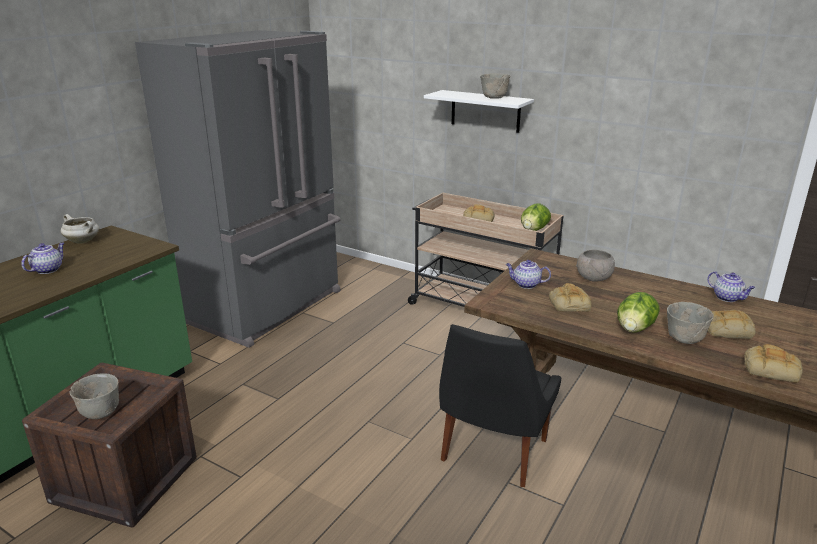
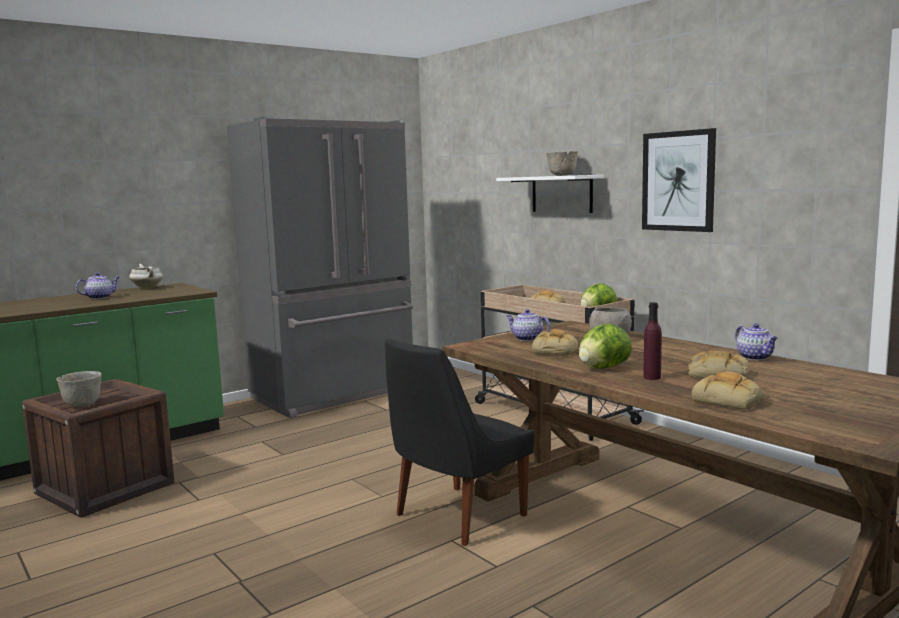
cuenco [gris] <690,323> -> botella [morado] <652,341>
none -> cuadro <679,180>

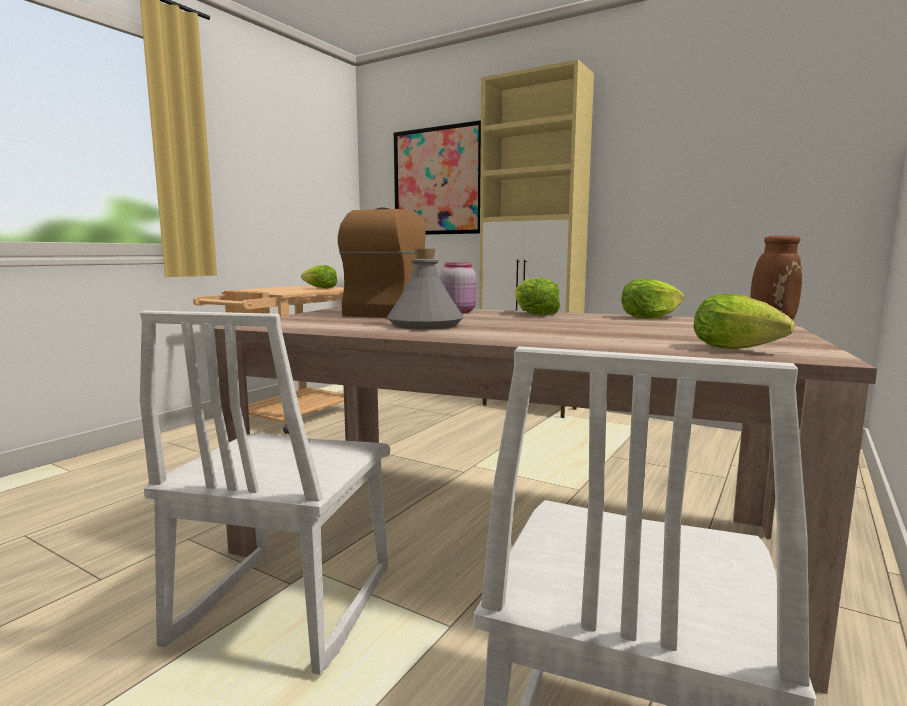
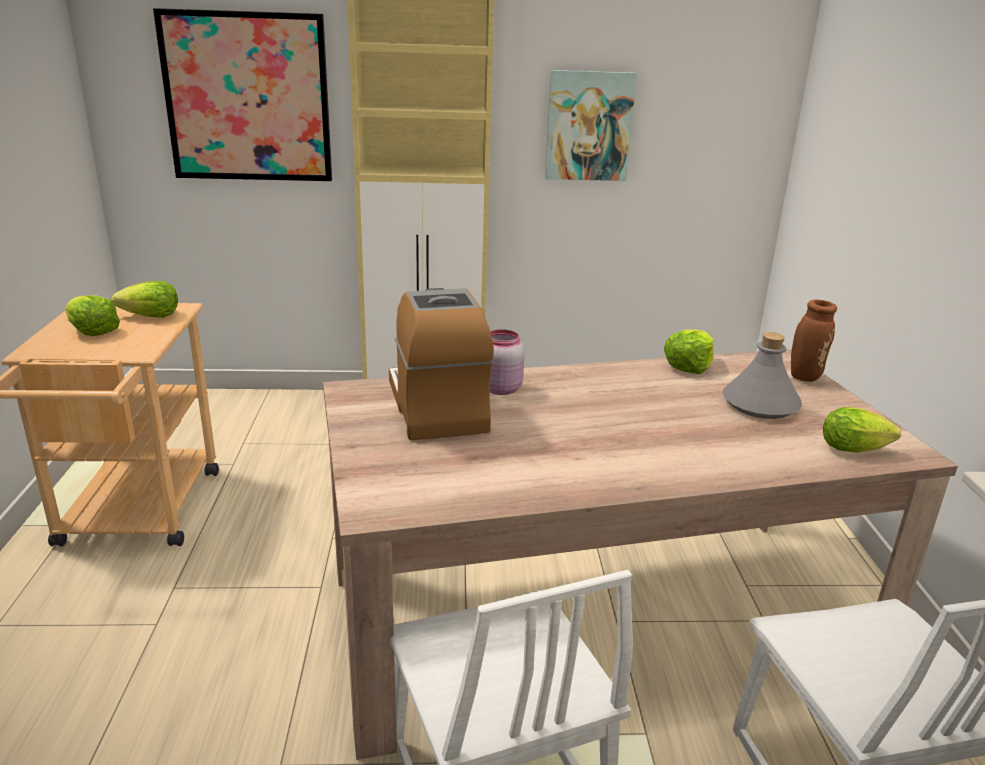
botella [gris] <425,289> -> botella [gris] <762,375>, shifted
lechuga <537,296> -> lechuga <92,315>, shifted
none -> cuadro <591,125>

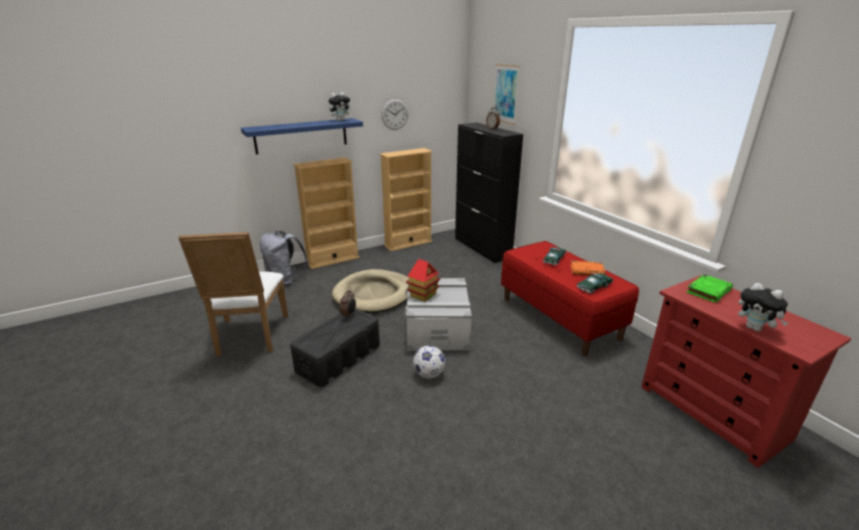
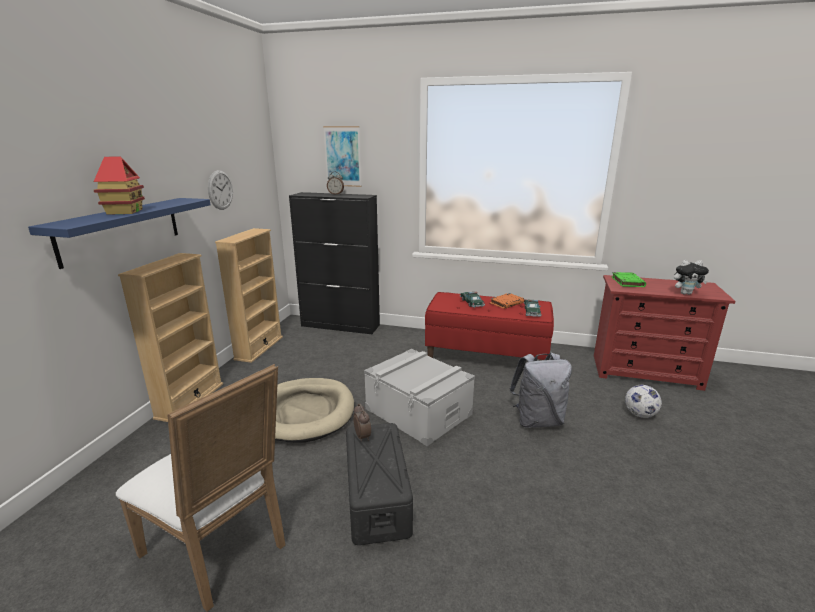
peluche <340,106> -> none
mochila [gris] <284,258> -> mochila [gris] <540,390>, shifted
casita <423,280> -> casita <119,186>, shifted
balón de fútbol <429,361> -> balón de fútbol <643,401>, shifted

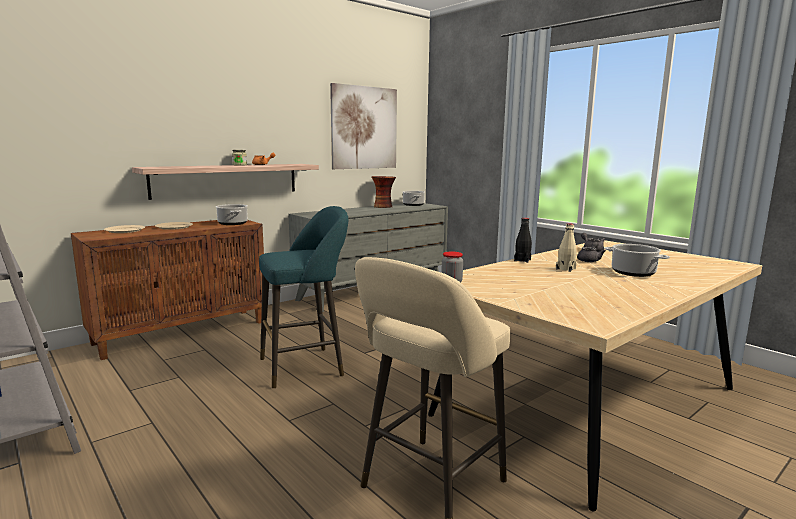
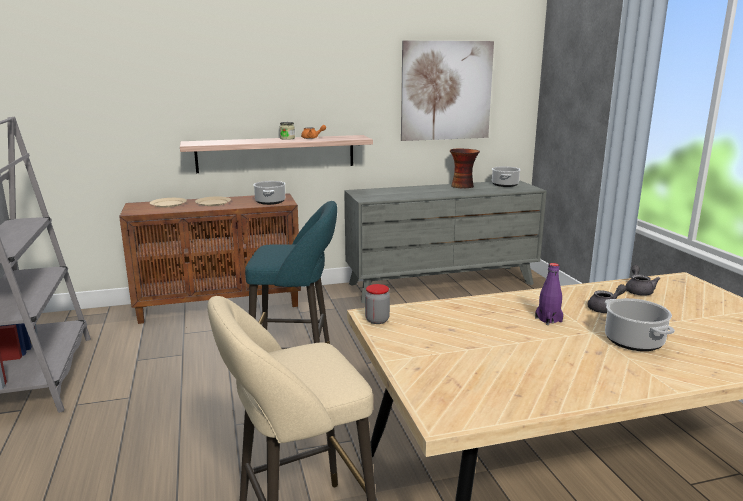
botella [negro] <523,240> -> none
botella [beis] <566,247> -> botella [morado] <549,294>

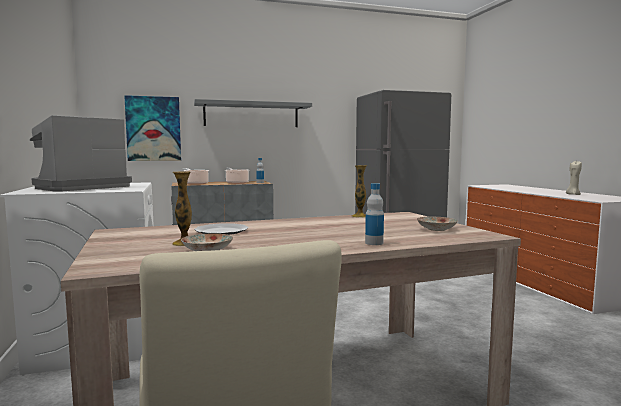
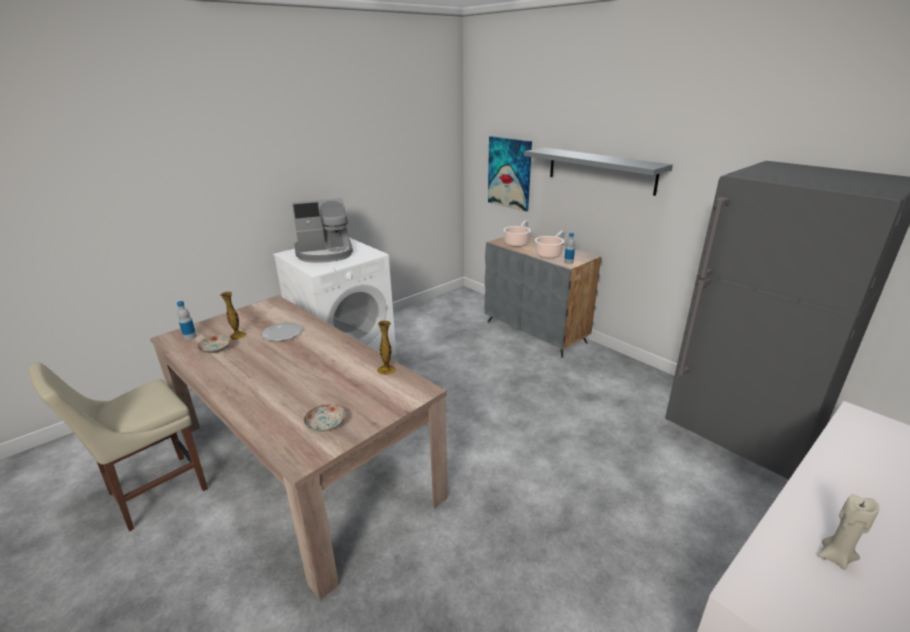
cafetera <81,153> -> cafetera <322,230>, 150 degrees clockwise
botella <374,214> -> botella <187,320>, shifted

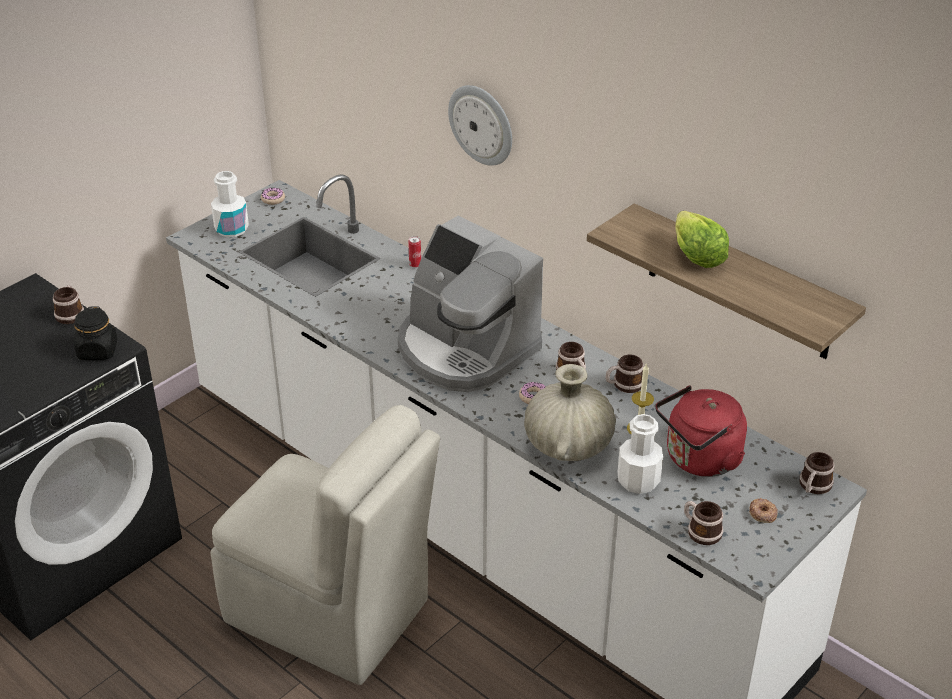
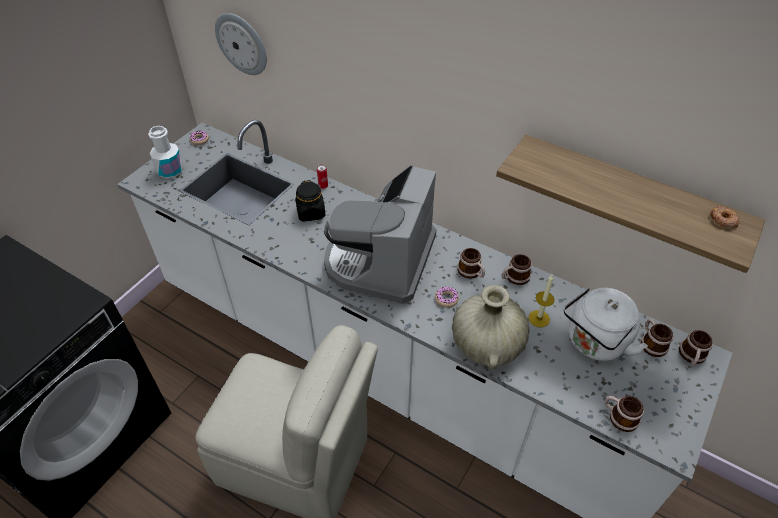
reloj de pared <480,125> -> reloj de pared <241,44>, shifted
lechuga <702,239> -> none
cafetera <470,303> -> cafetera <380,234>, 75 degrees clockwise
taza grande <68,304> -> taza grande <657,338>, shifted
tarro [negro] <95,333> -> tarro [negro] <310,200>, shifted
hervidor [rojo] <701,431> -> hervidor [blanco] <606,324>
botella [blanco] <640,454> -> none
rosquilla <763,510> -> rosquilla <724,217>, shifted

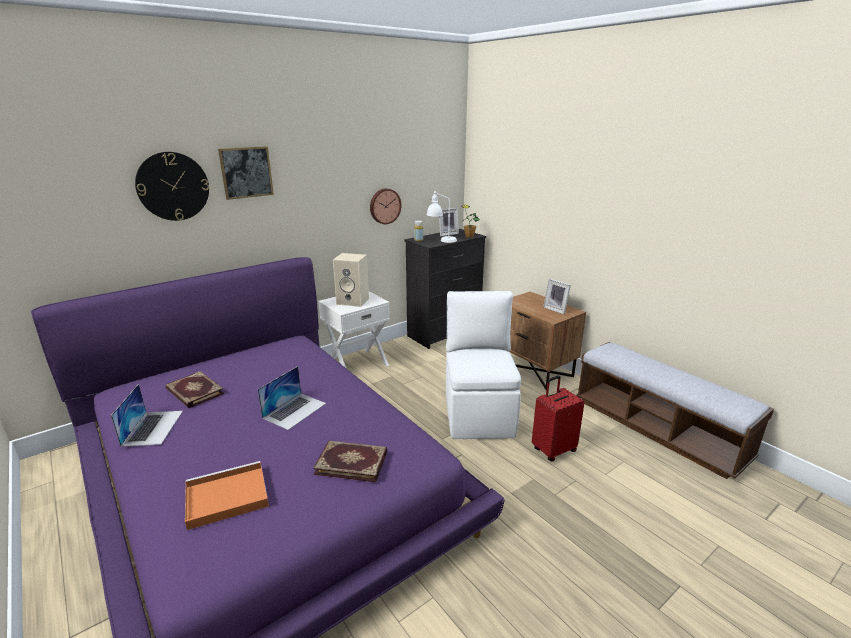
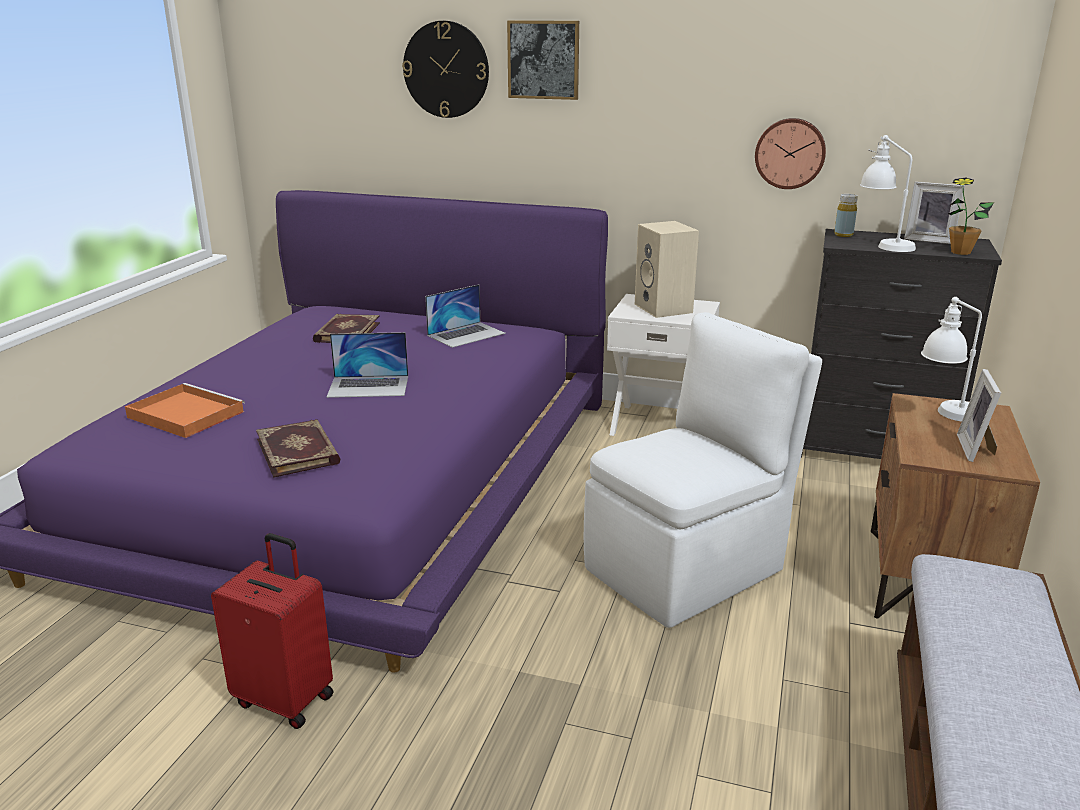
maleta [rojo] <558,419> -> maleta [rojo] <272,631>, shifted
portátil <147,415> -> portátil <465,316>, shifted
none -> lámpara de mesa [blanco] <951,359>

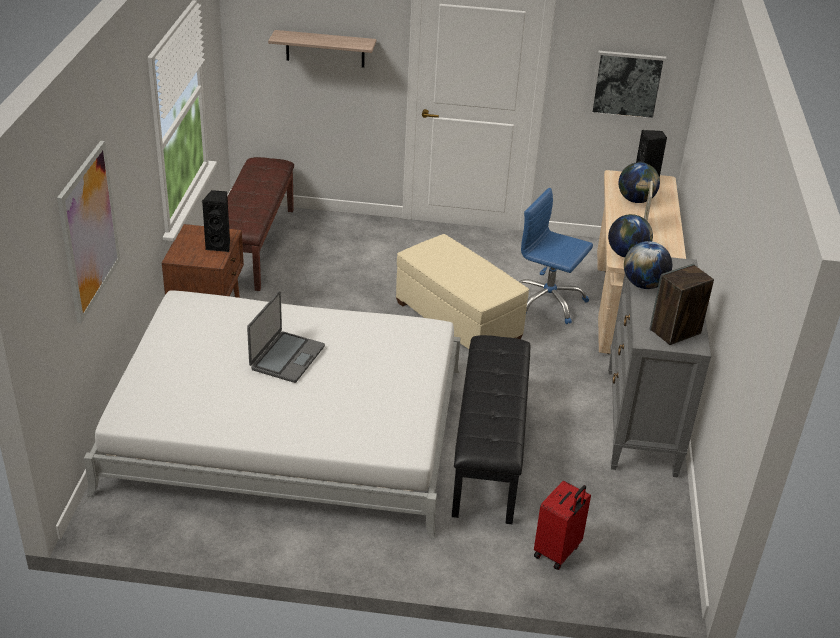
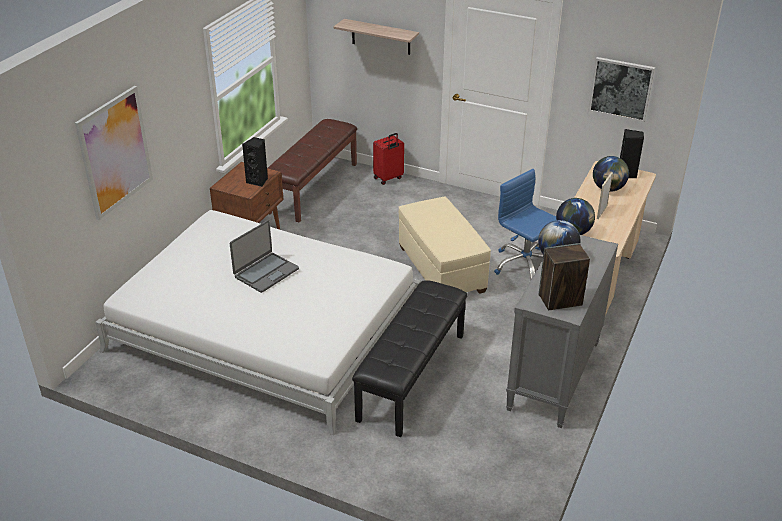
maleta [rojo] <562,525> -> maleta [rojo] <388,159>, shifted

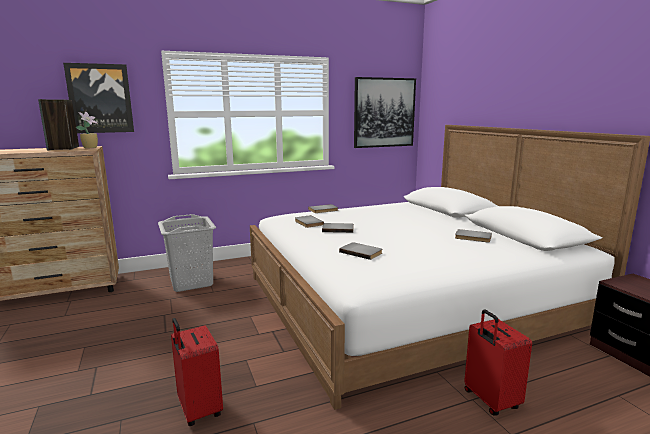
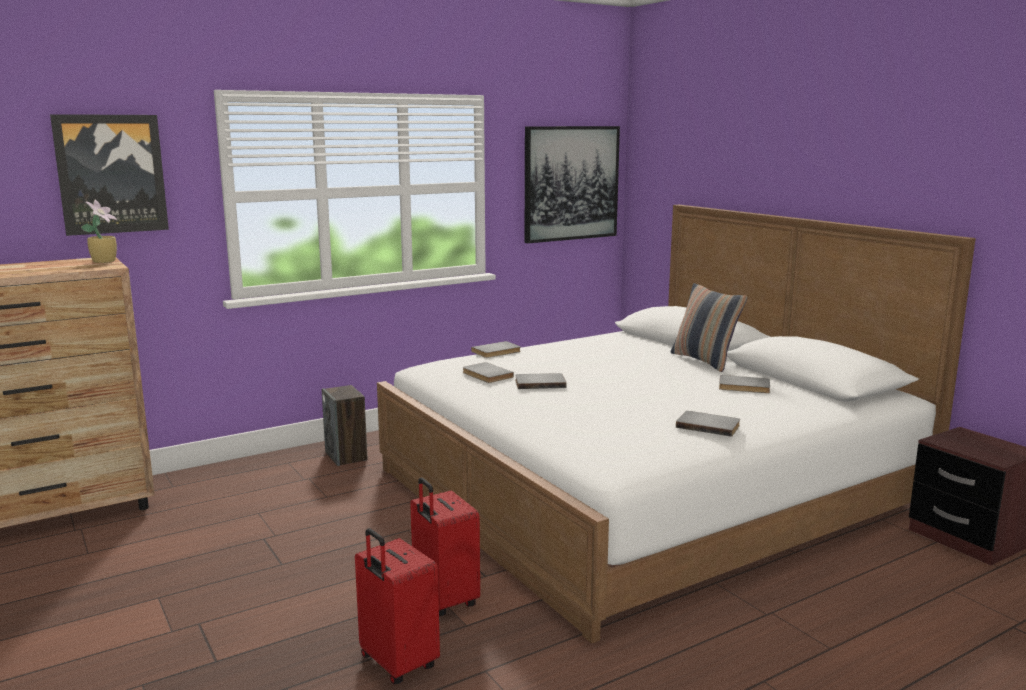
altavoz <58,124> -> altavoz <344,425>, shifted
cesto de la ropa [gris] <187,253> -> none
libro [gris] <360,251> -> libro [gris] <708,424>, shifted
maleta [rojo] <498,362> -> maleta [rojo] <445,547>, shifted
none -> cojín <709,327>

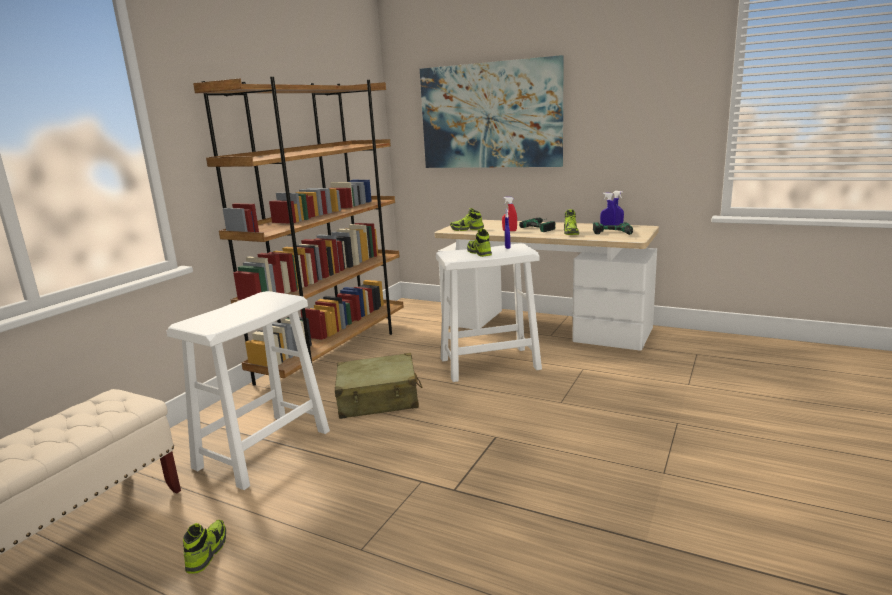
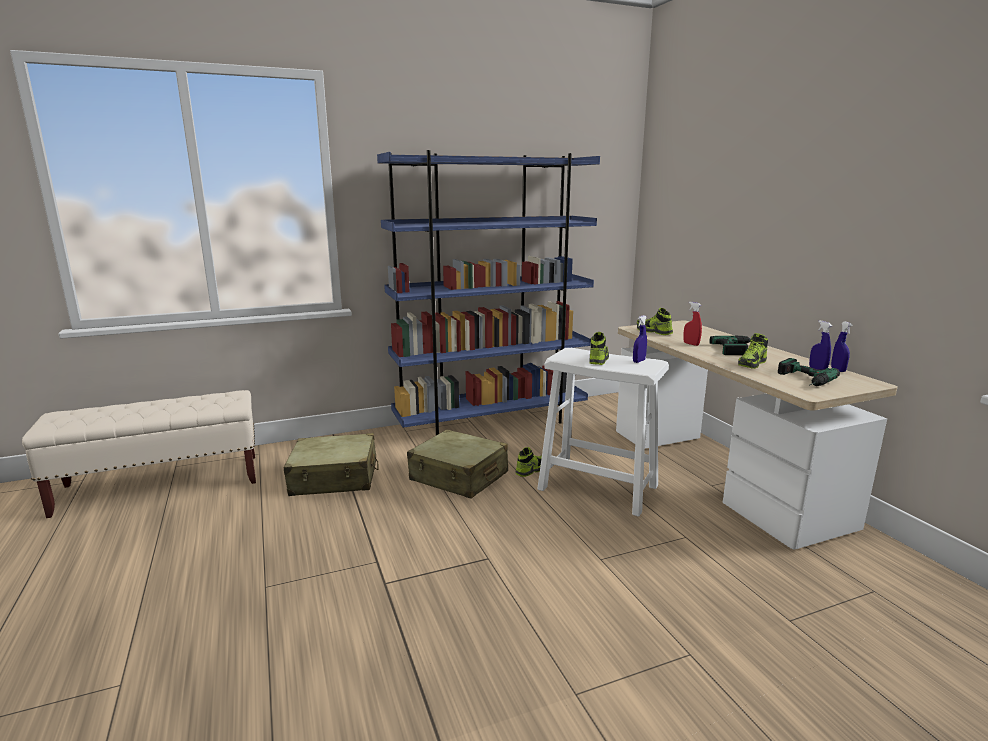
cuadro <492,111> -> none
estantería [marrón] <298,231> -> estantería [azul] <488,292>
taburete [blanco] <248,390> -> maleta [beis] <331,464>
zapato <204,547> -> zapato <528,462>, shifted

